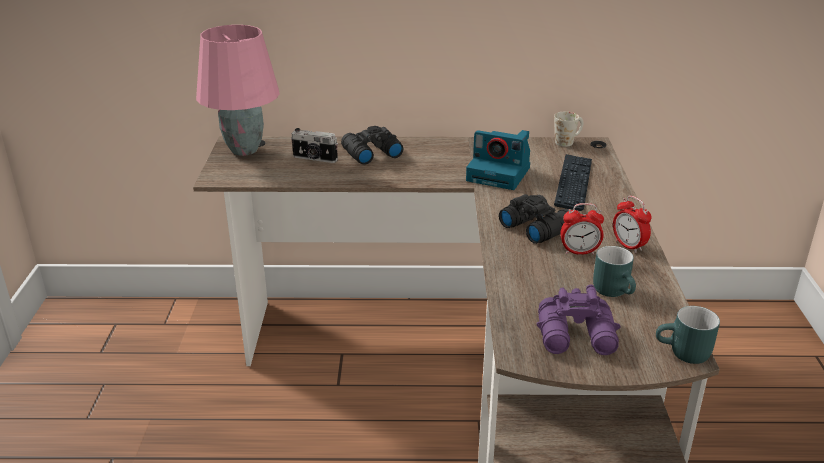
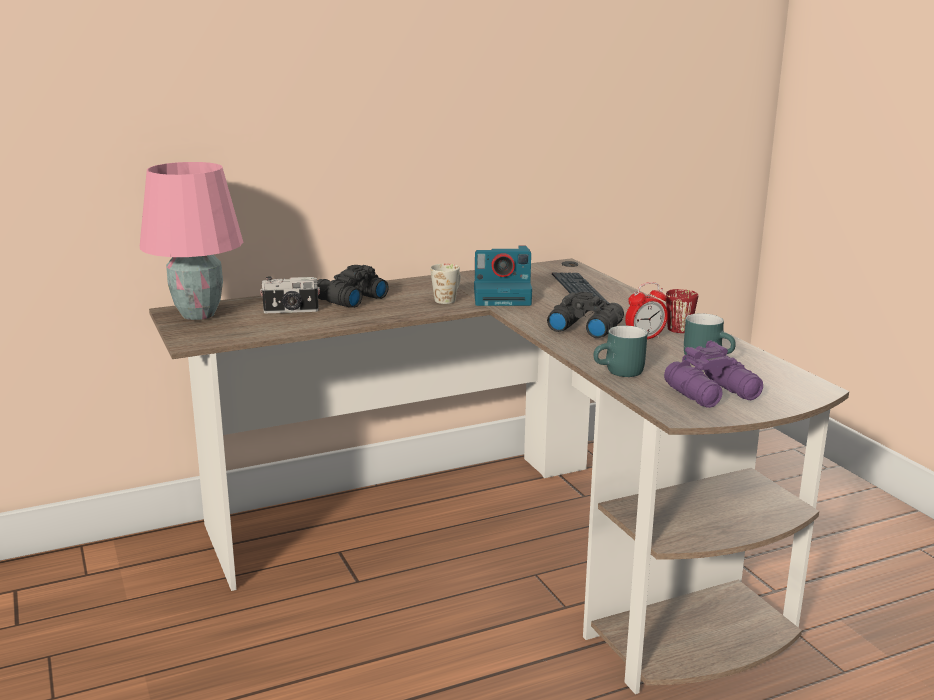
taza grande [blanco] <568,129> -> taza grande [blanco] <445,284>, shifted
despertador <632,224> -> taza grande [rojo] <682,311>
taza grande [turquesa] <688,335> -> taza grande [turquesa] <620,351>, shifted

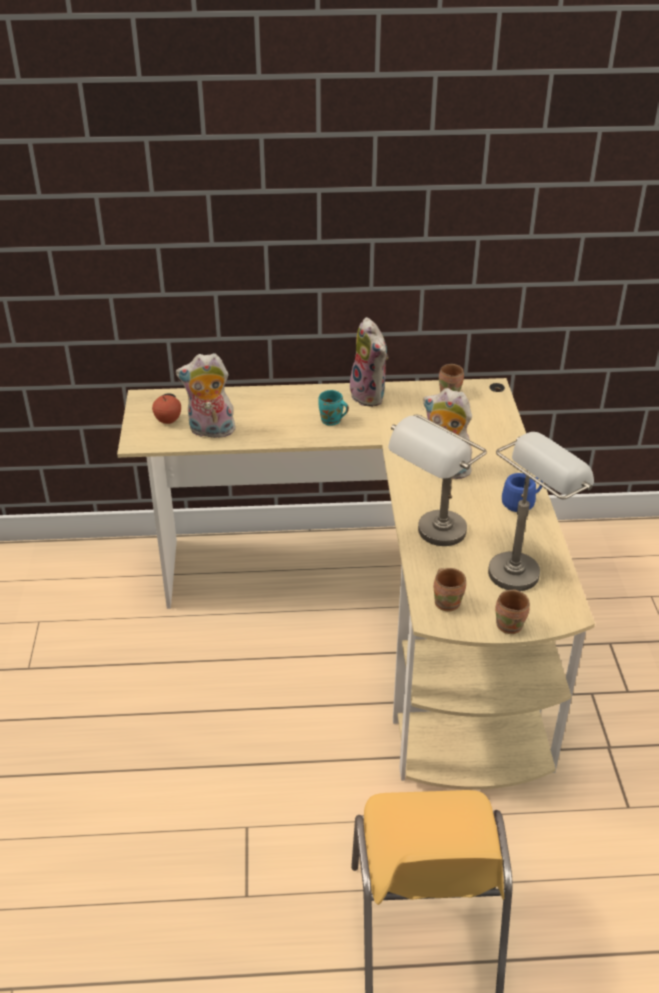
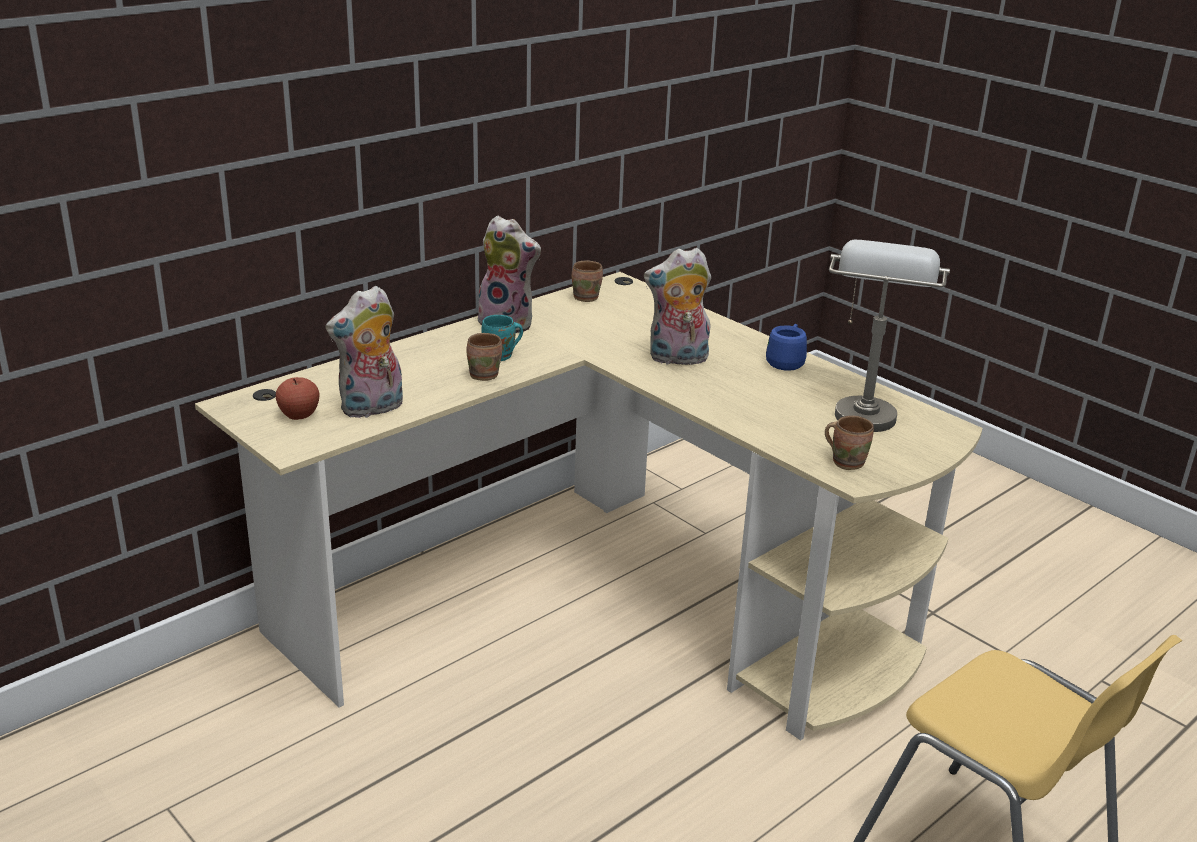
lámpara de mesa [gris] <437,480> -> none
taza grande [marrón] <513,611> -> taza grande [marrón] <484,357>, shifted

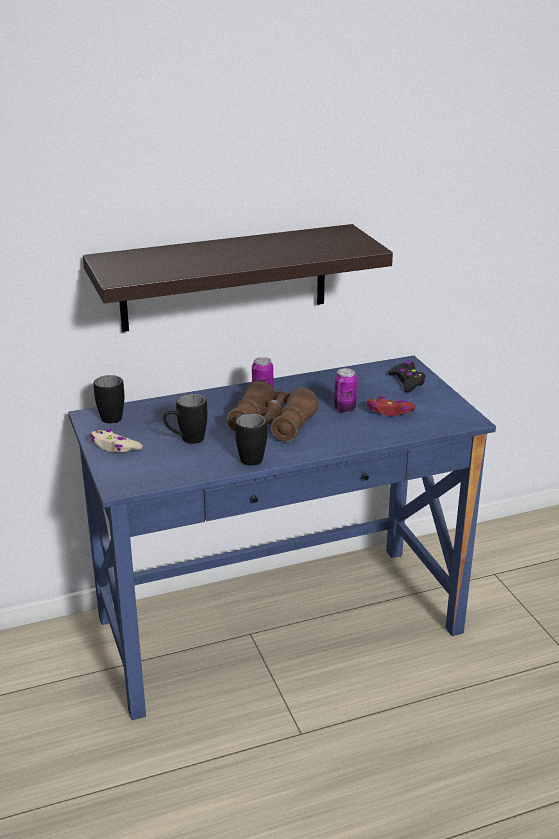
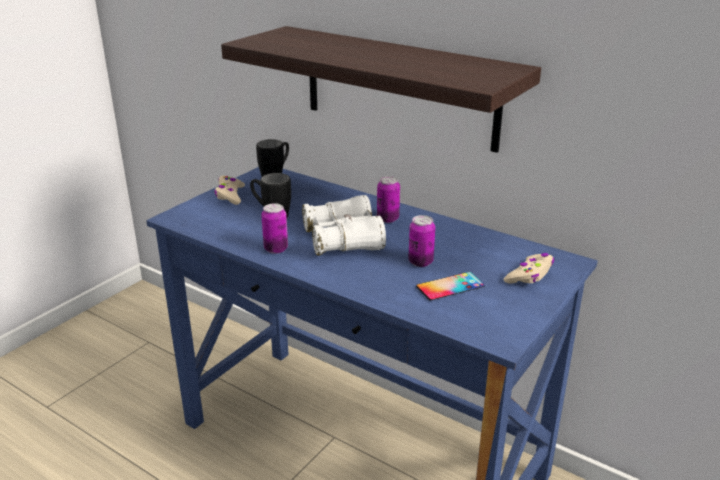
mando de consola [negro] <407,376> -> mando de consola [beis] <529,268>
prismáticos [marrón] <273,411> -> prismáticos [blanco] <344,225>
mando de consola [rojo] <391,406> -> móvil <450,286>
taza grande [negro] <251,439> -> lata <274,228>

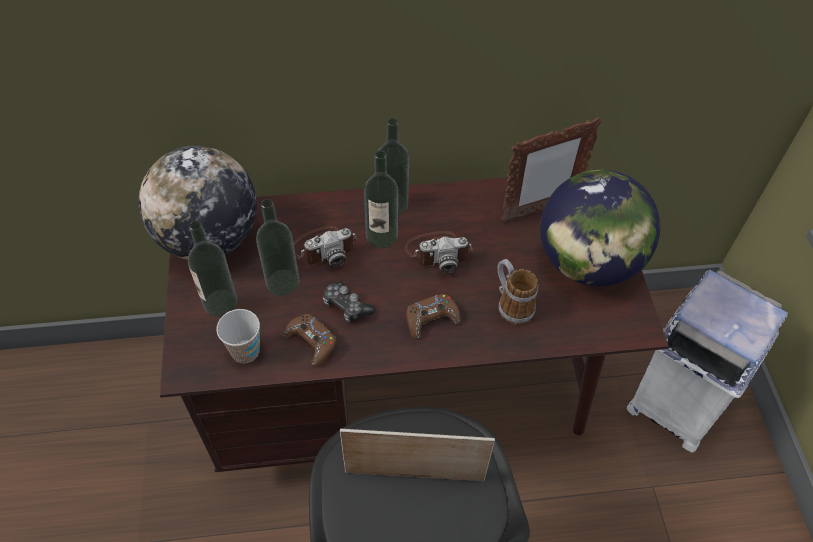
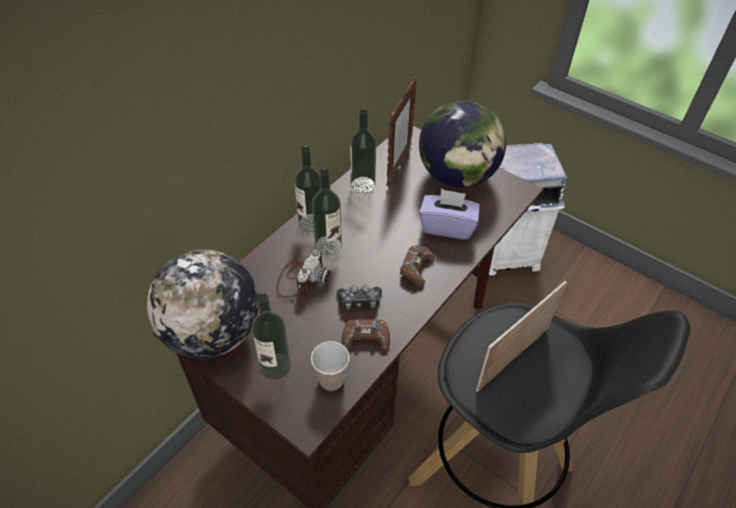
botella <278,247> -> botella <363,150>, shifted
cámara <439,252> -> none
taza grande <517,292> -> caja de pañuelos [morado] <449,214>

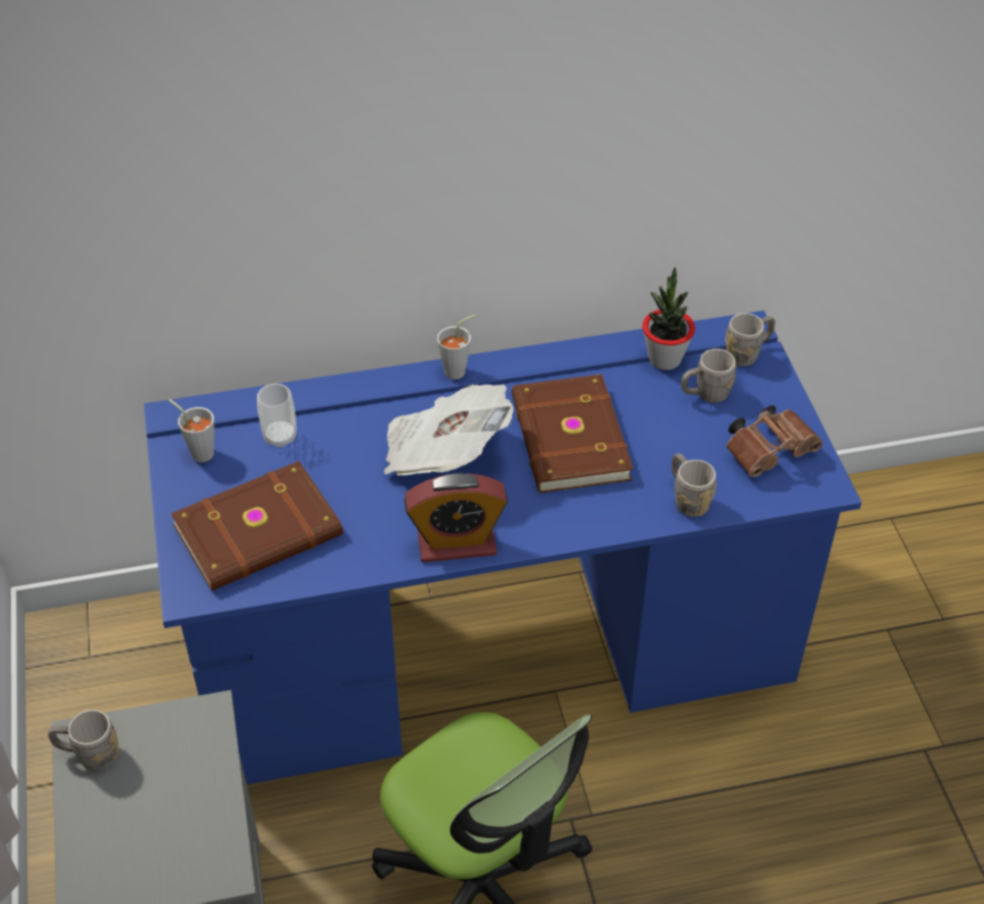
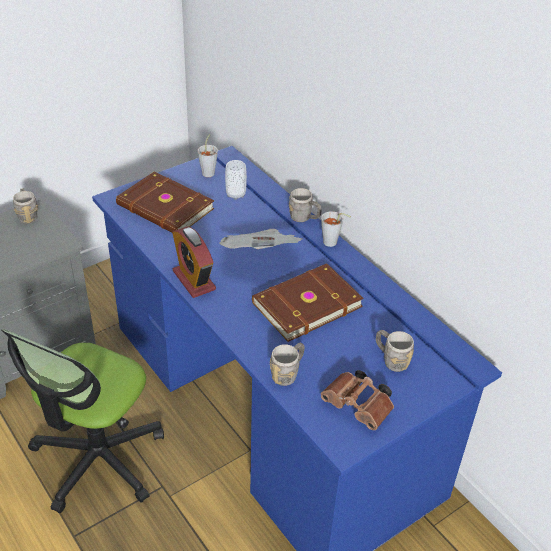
planta en maceta <668,318> -> none
taza grande [gris] <750,339> -> taza grande [gris] <305,205>, shifted

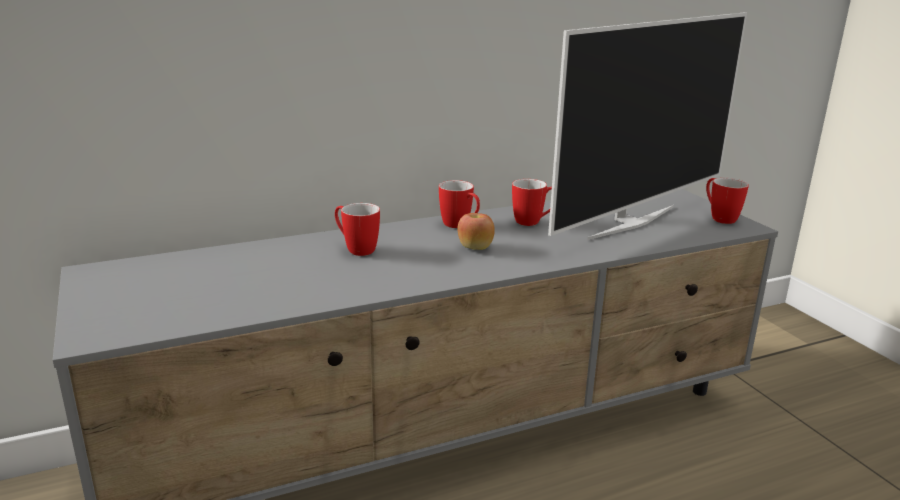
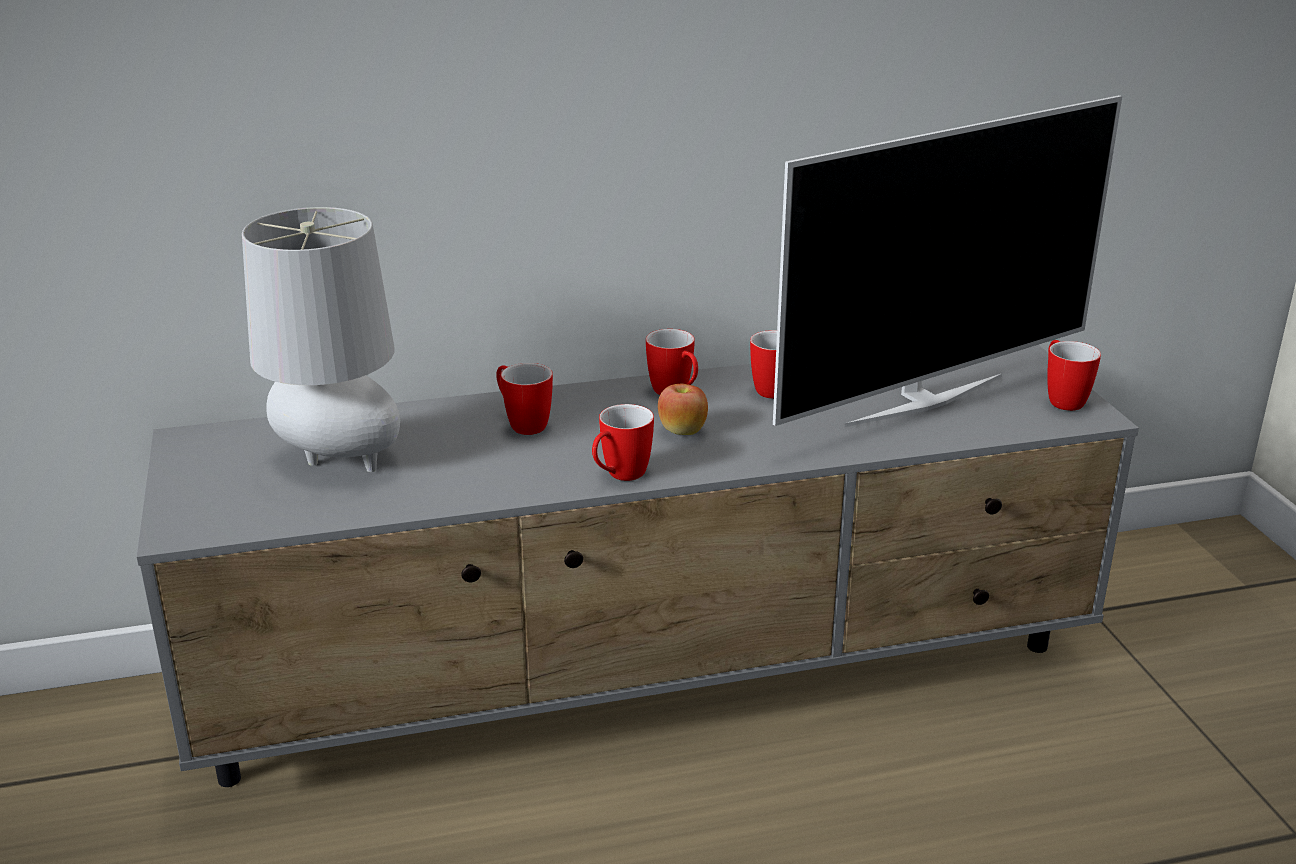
none -> lámpara de mesa [gris] <321,339>
none -> taza grande <623,442>

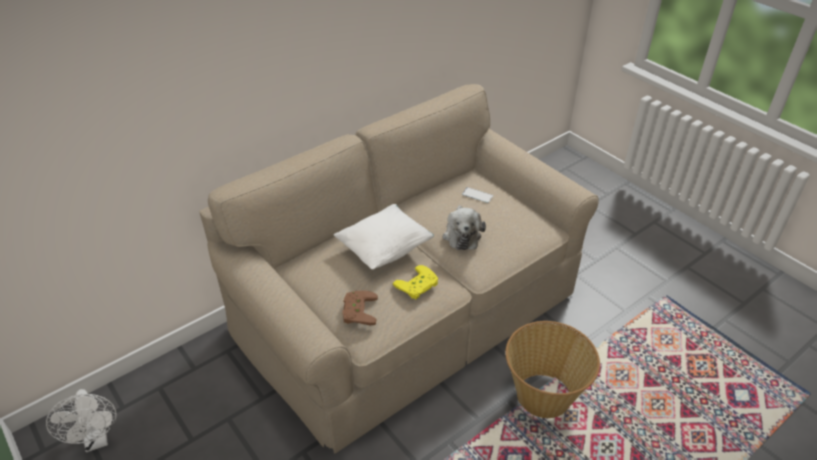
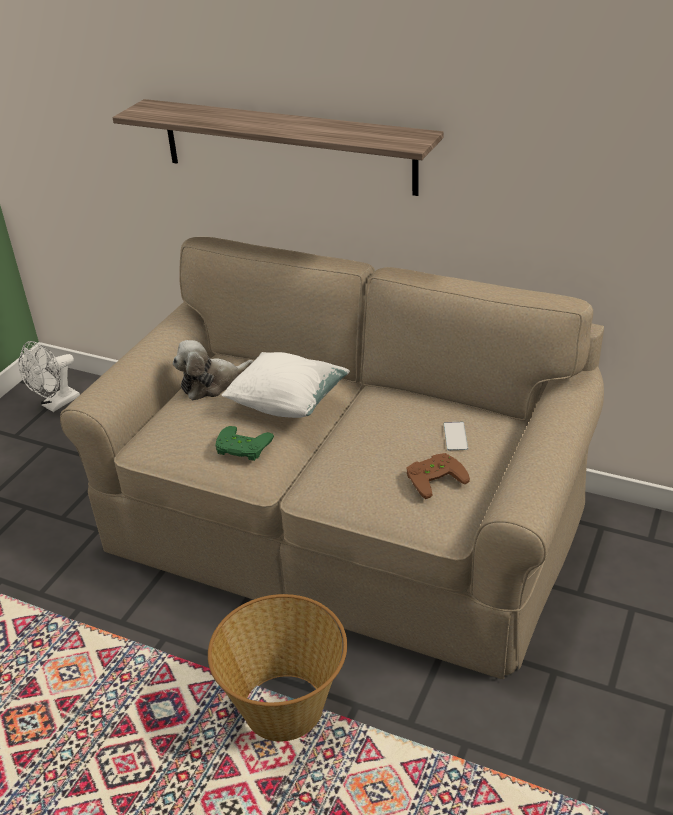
peluche <464,227> -> peluche <213,370>, shifted
mando de consola [amarillo] <415,282> -> mando de consola [verde] <244,443>
mando de consola [marrón] <360,308> -> mando de consola [marrón] <438,476>, shifted
none -> estante <278,147>

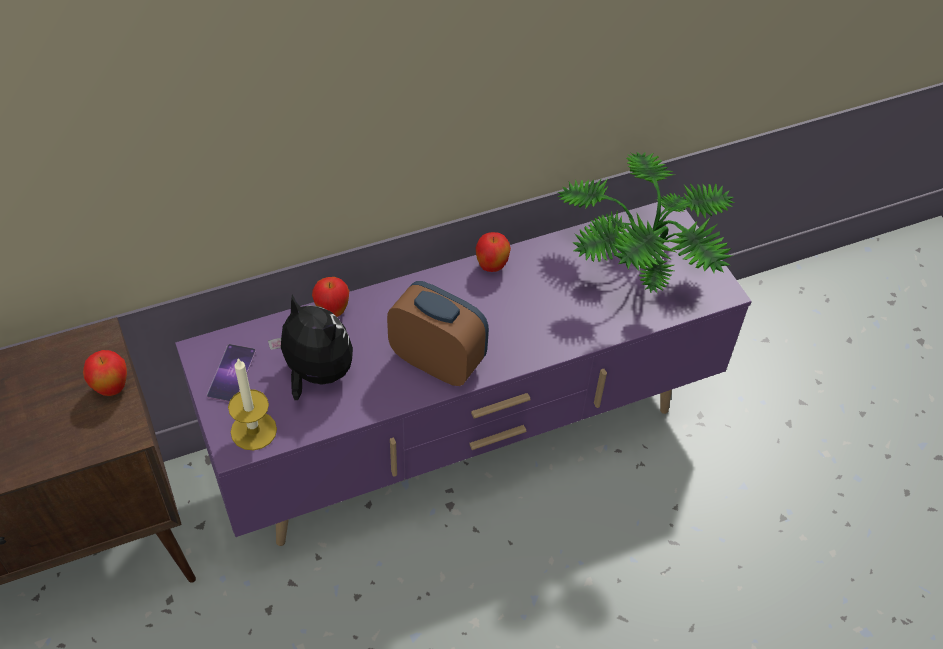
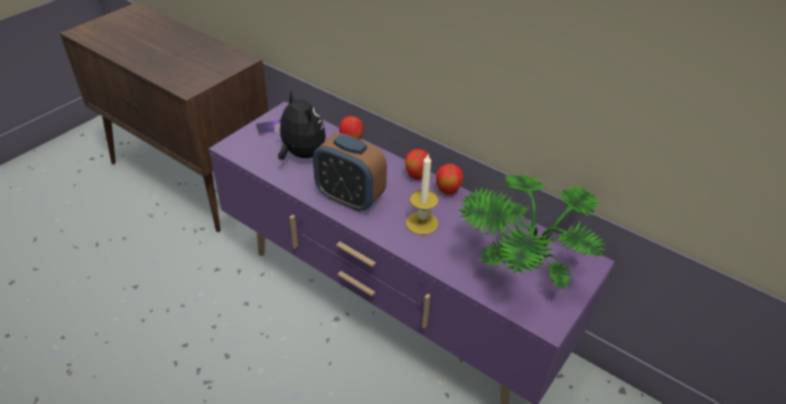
despertador <438,333> -> despertador <350,172>, 120 degrees clockwise
peluche <310,347> -> peluche <300,125>, 45 degrees counterclockwise
manzana <105,373> -> manzana <417,164>, shifted
vela <252,404> -> vela <422,194>, shifted

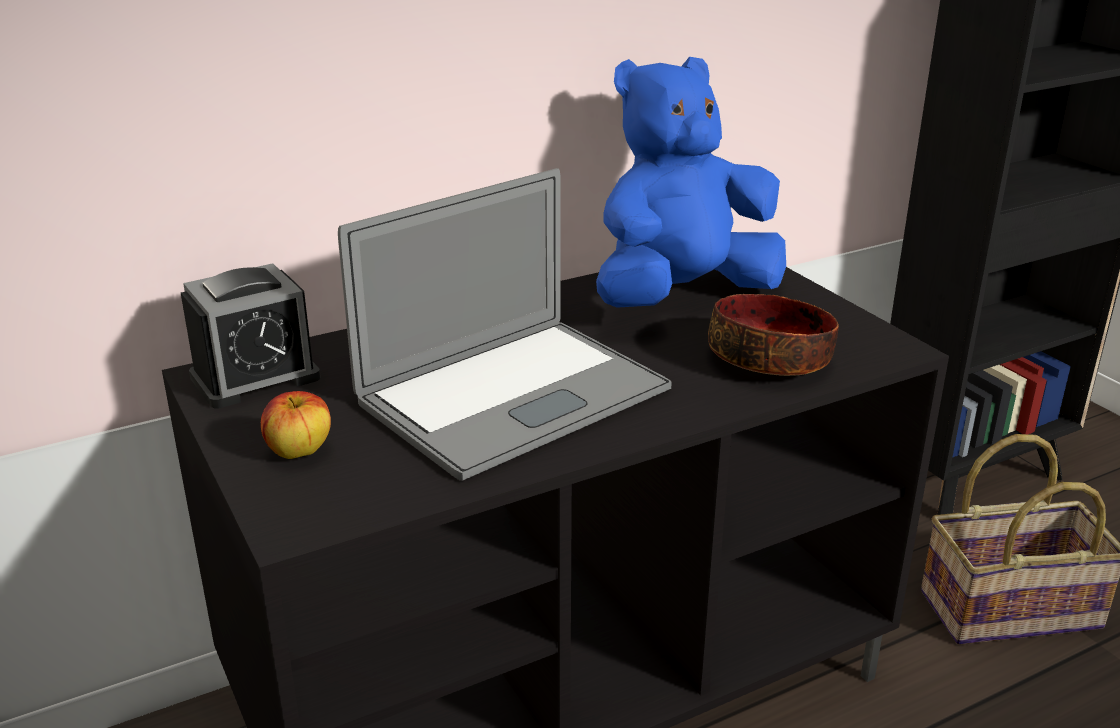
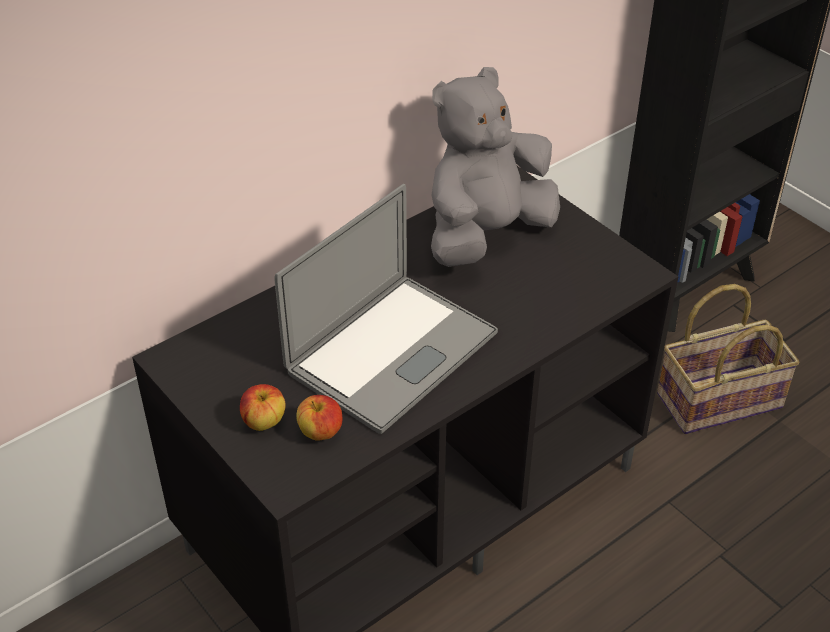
peluche [azul] <691,182> -> peluche [gris] <495,167>
despertador <251,335> -> none
cuenco <773,335> -> none
none -> manzana <319,418>

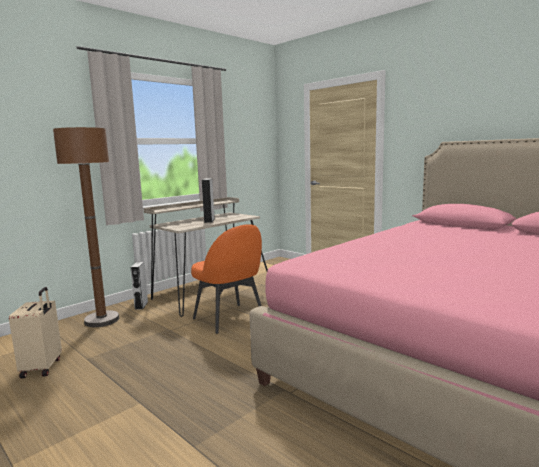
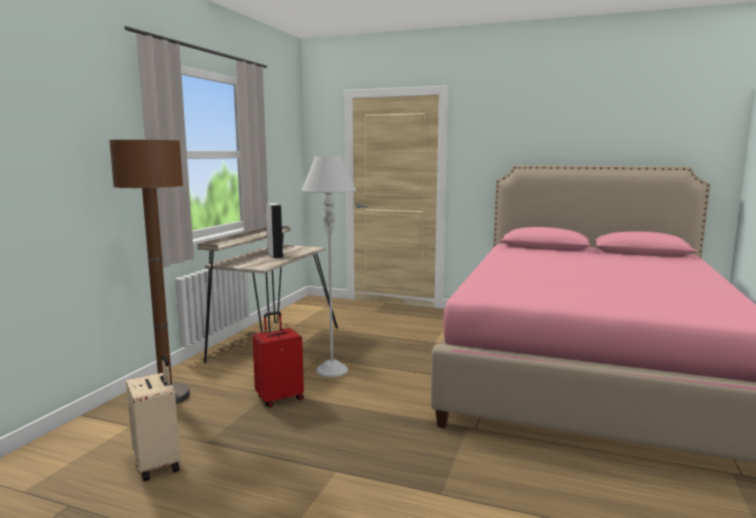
silla [naranja] <226,279> -> lámpara de pie [gris] <328,266>
altavoz [gris] <139,285> -> none
none -> maleta [rojo] <278,359>

